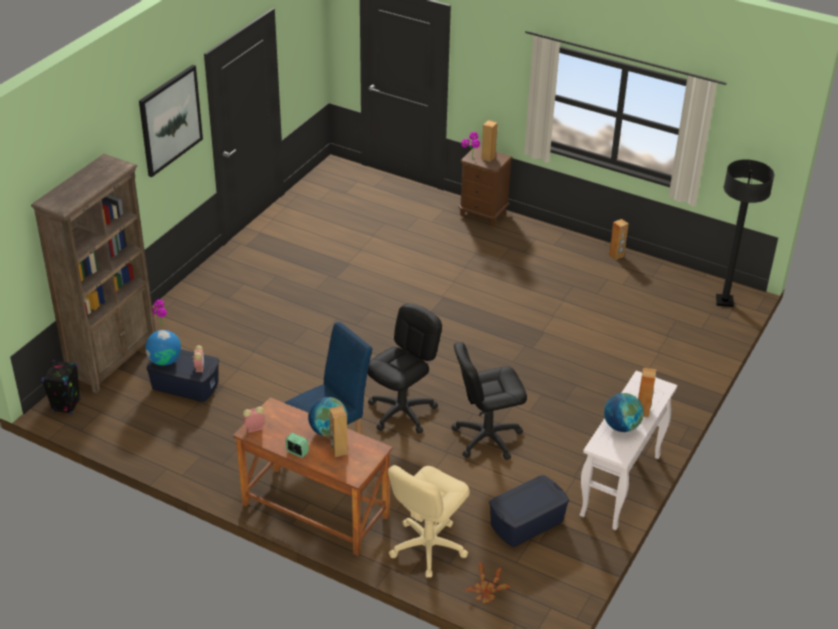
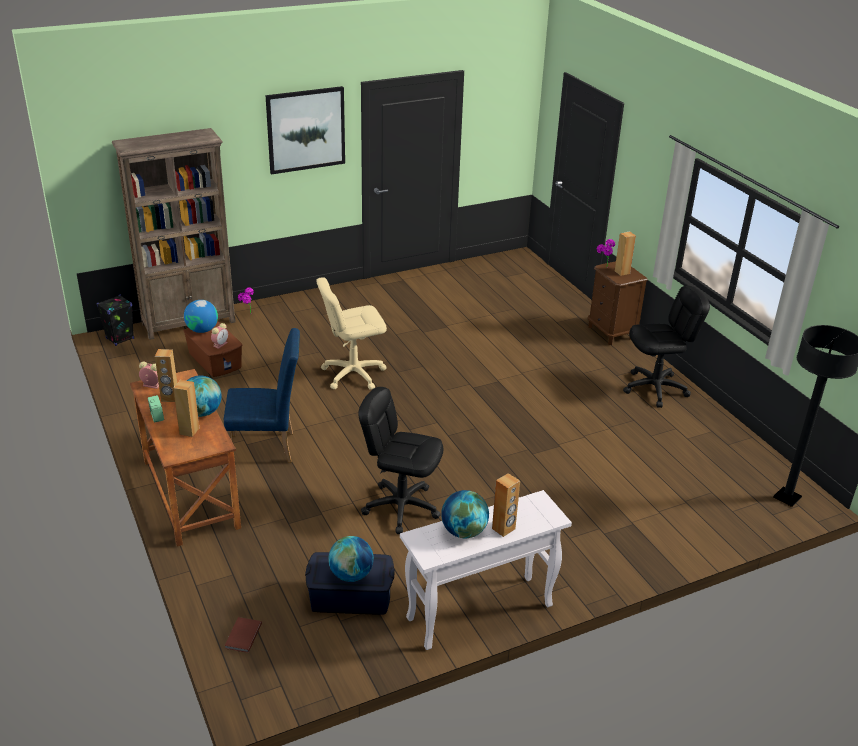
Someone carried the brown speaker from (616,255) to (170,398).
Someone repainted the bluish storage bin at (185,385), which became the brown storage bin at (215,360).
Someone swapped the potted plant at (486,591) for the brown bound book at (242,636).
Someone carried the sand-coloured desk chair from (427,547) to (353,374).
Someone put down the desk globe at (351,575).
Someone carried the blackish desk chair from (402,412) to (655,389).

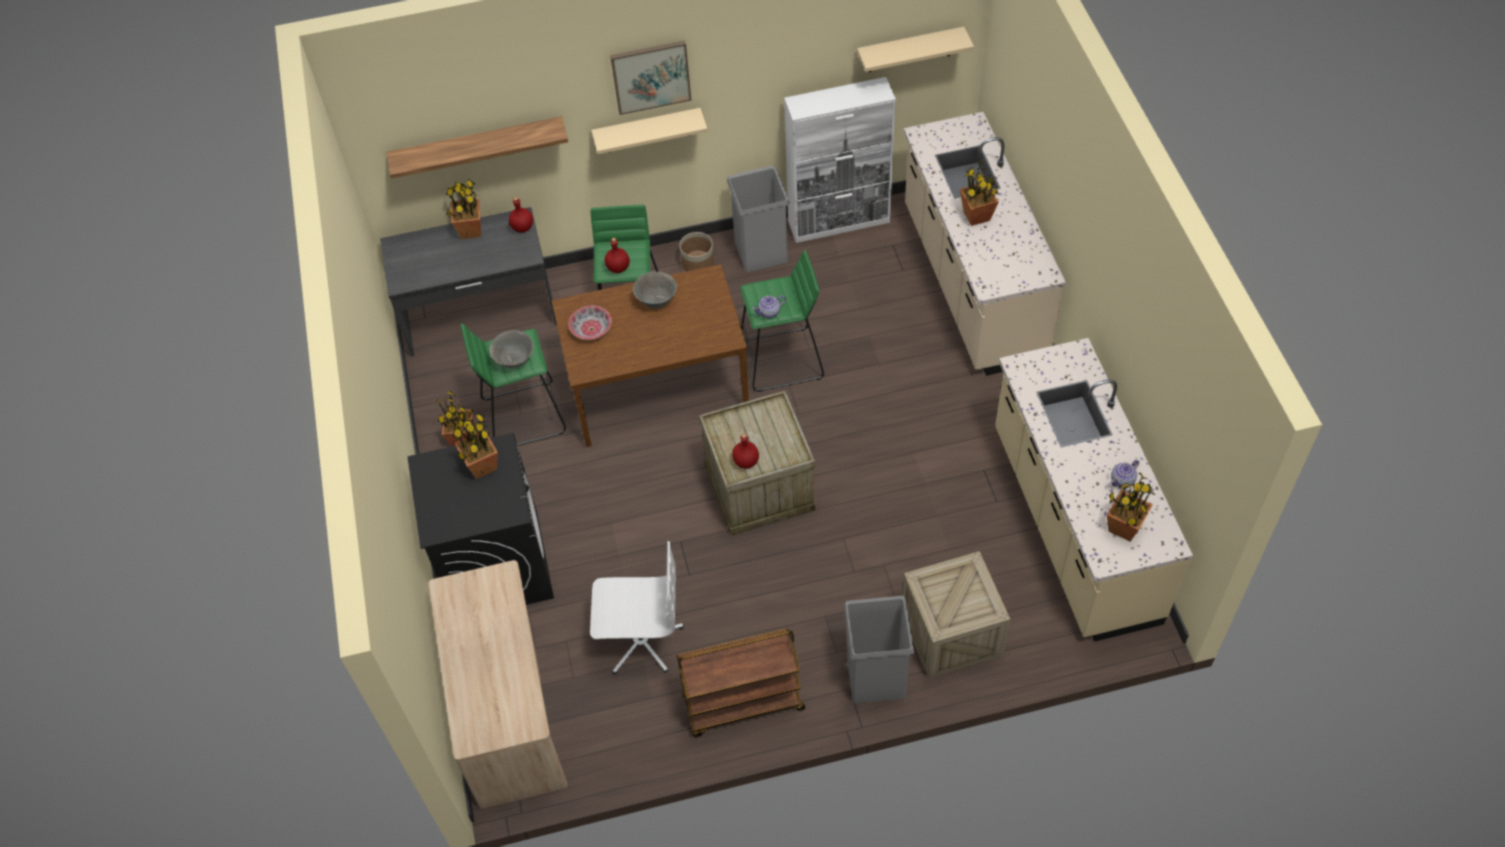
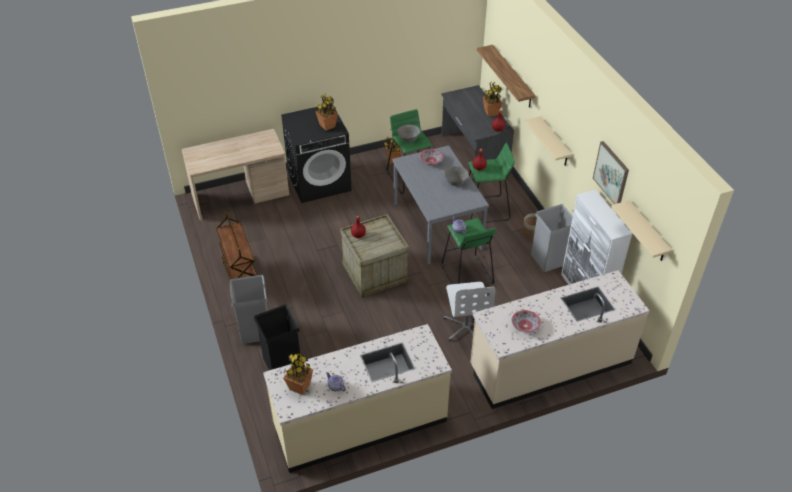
Someone swapped the packing crate at (951,633) for the blackish rubbish bin at (282,363).
Someone repainted the brown dining table at (658,386), which became the gray dining table at (438,225).
Someone carried the white desk chair from (641,640) to (466,327).
Someone put down the bowl at (525,325).
Someone carried the picture from (651,76) to (611,173).
Someone took away the potted plant at (977,216).

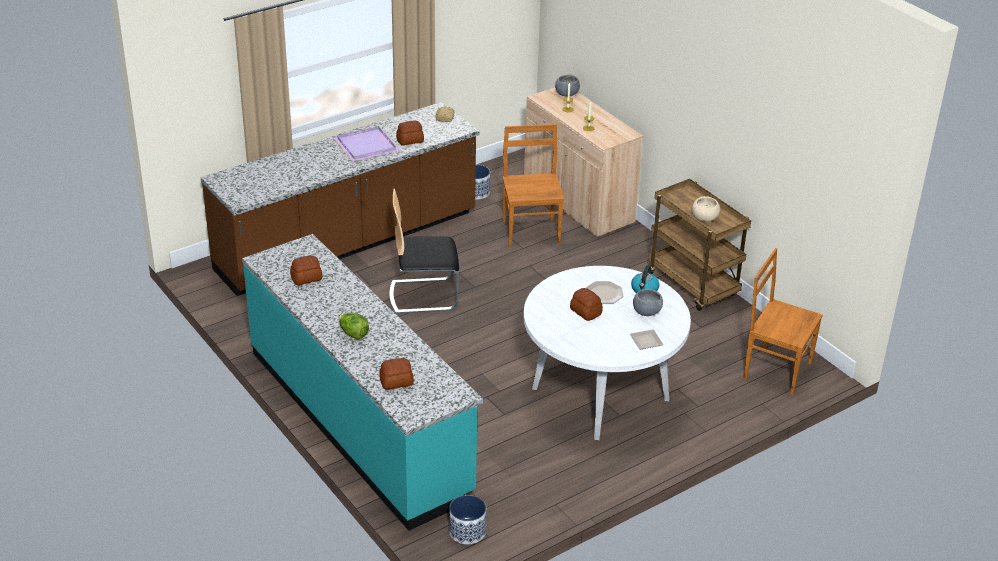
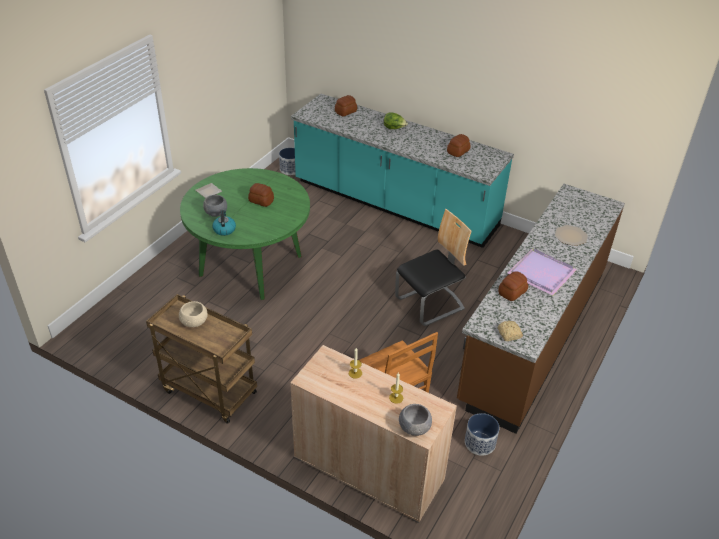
Someone repainted the white dining table at (600,394), which became the greenish dining table at (250,265).
Someone carried the dinner plate from (604,293) to (570,236).
Someone took away the brown plain chair at (775,370).

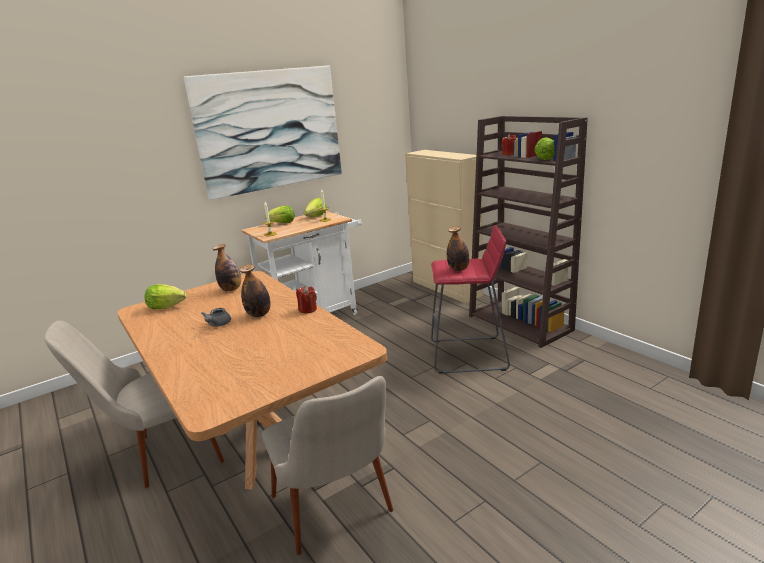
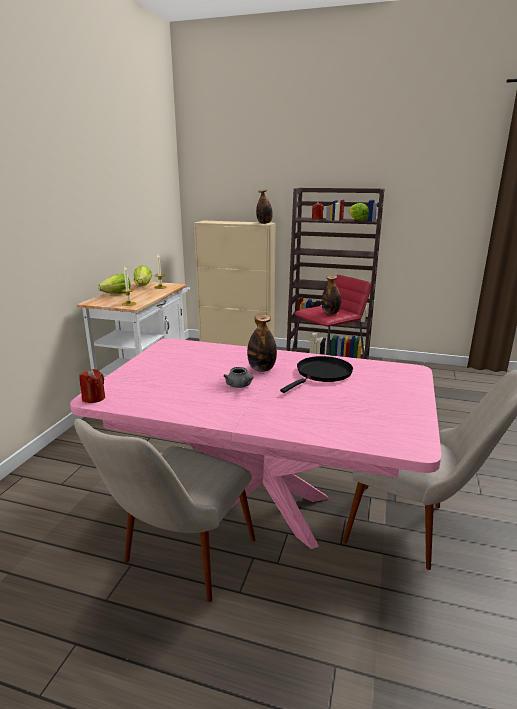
Someone repainted the brown dining table at (259,442), which became the pink-coloured dining table at (263,509).
Someone carried the reddish candle from (308,309) to (94,398).
Someone carried the bottle from (231,289) to (264,223).
Someone put down the blackish frying pan at (322,374).
Someone took away the lettuce at (166,307).
Someone took away the picture at (270,130).

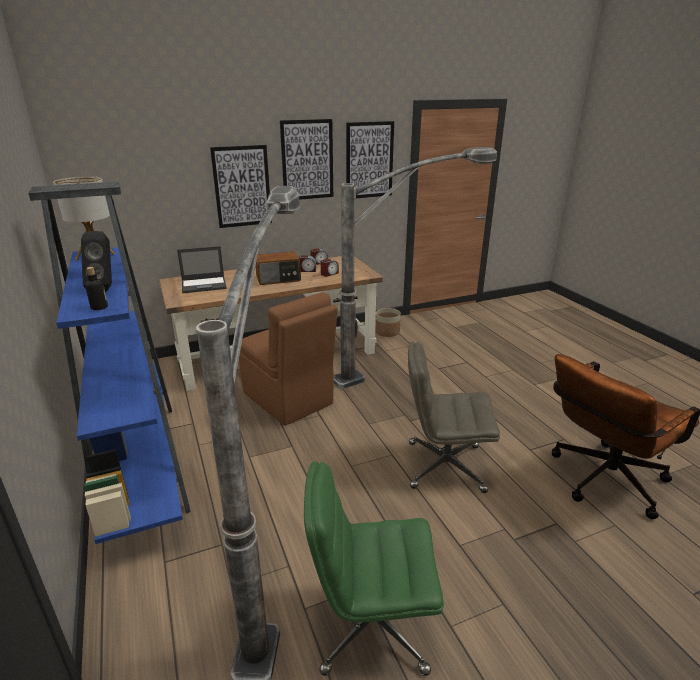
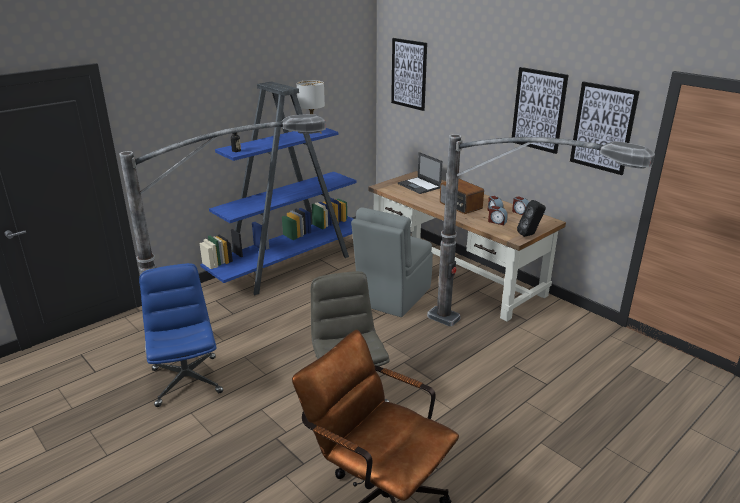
Someone repainted the greenish desk chair at (371,625), which became the bluish desk chair at (186,380).
Someone repainted the brown plain chair at (288,399), which became the gray plain chair at (392,297).
Someone carried the picture from (242,186) to (409,74).
Someone carried the blackish speaker from (106,288) to (530,235).
Someone took away the plant pot at (387,332).

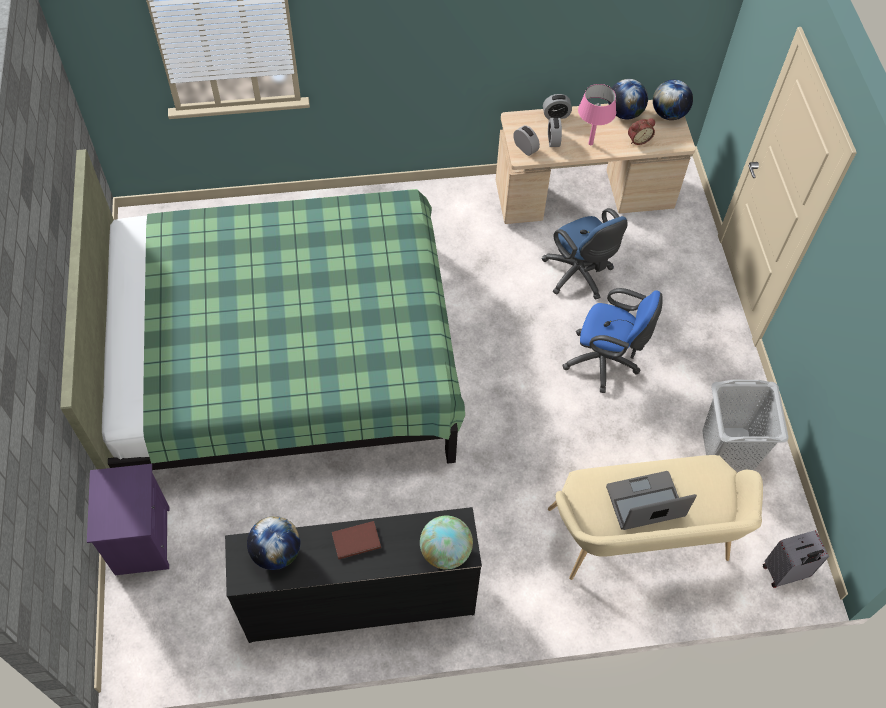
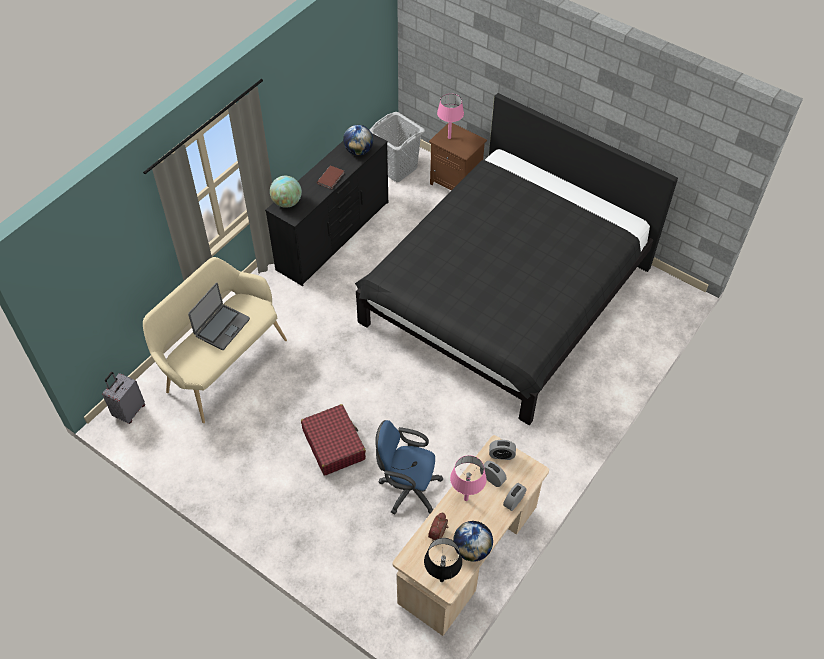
Someone swapped the bluish desk chair at (605,362) for the reddish piece of luggage at (334,444).
Someone repainted the greenish bed at (282,359), which became the blackish bed at (505,295).
Someone carried the gray laundry basket from (729,448) to (396,168).
Someone swapped the desk globe at (668,114) for the blackish tabletop lamp at (441,580).
Someone repainted the purplish night table at (141,539), which became the brown night table at (456,183).
Someone put down the pink-coloured tabletop lamp at (449,138).

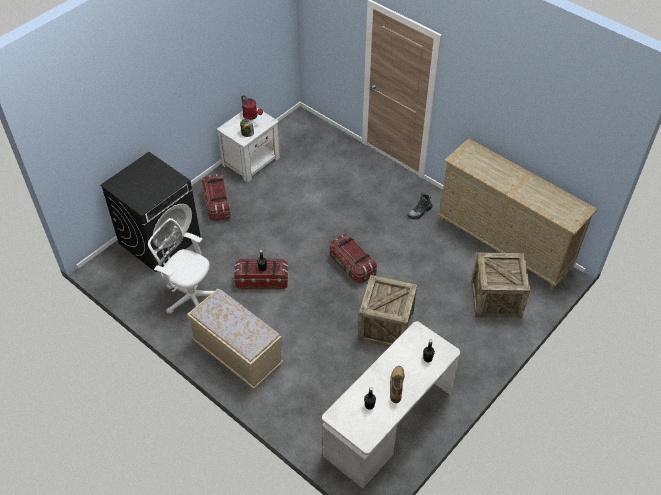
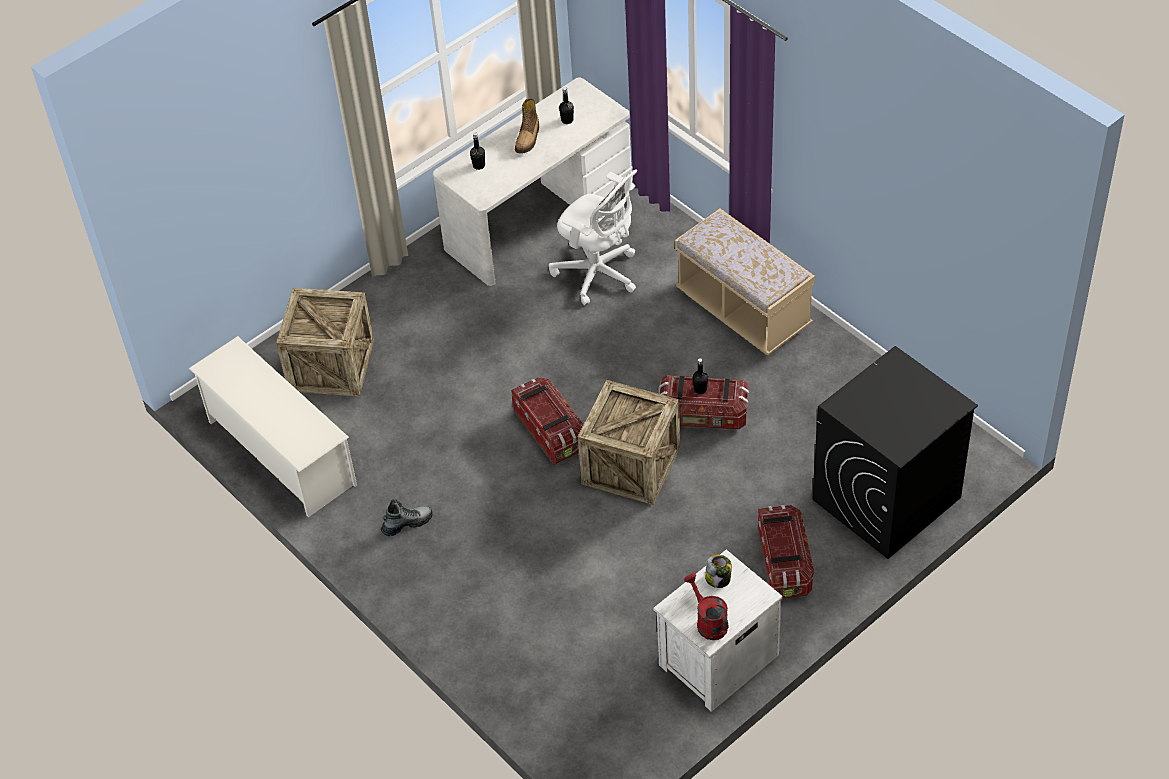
Someone swapped the sand-coloured chest of drawers at (504,245) for the white shoe shelf at (280,452).
Someone carried the white desk chair from (190,297) to (599,274).
Someone carried the packing crate from (386,326) to (631,466).

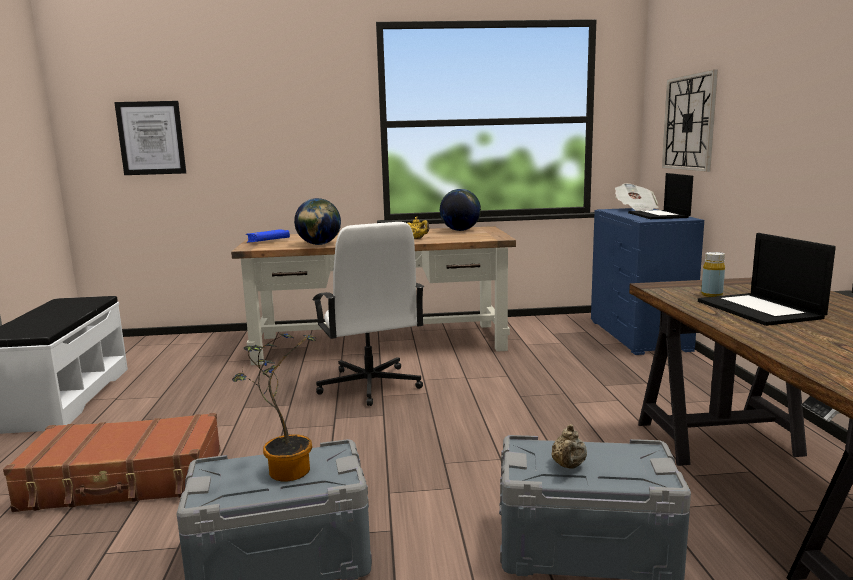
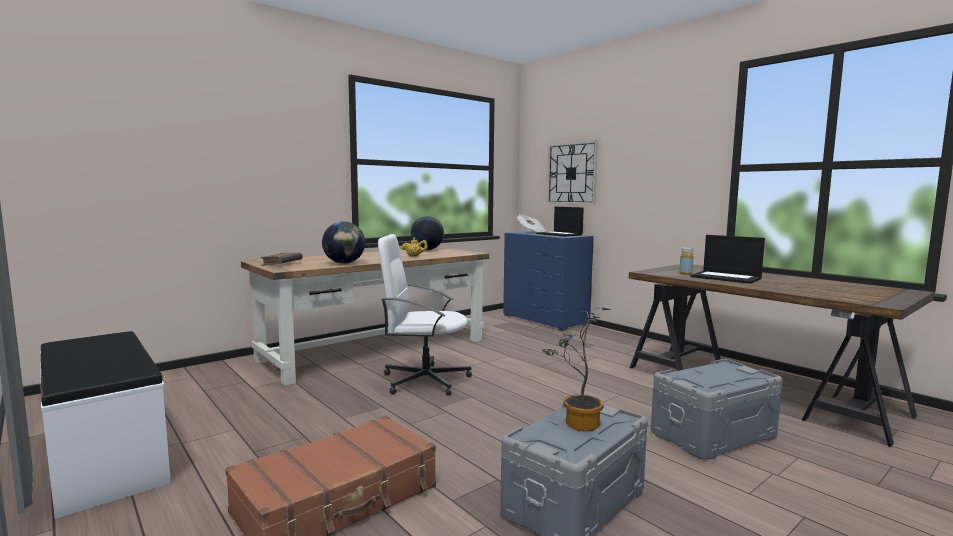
Someone repainted the bluish bound book at (268,241), which became the brown bound book at (282,264).
Someone rotated the white desk chair at (369,386) by 150 degrees clockwise.
Someone took away the picture at (151,138).
Someone took away the sand-coloured pot for tea at (568,466).

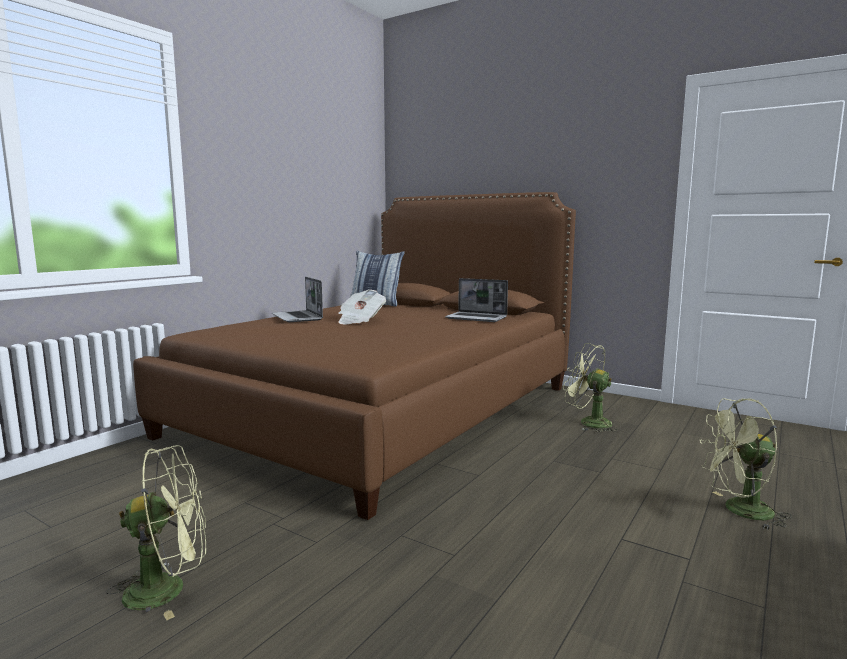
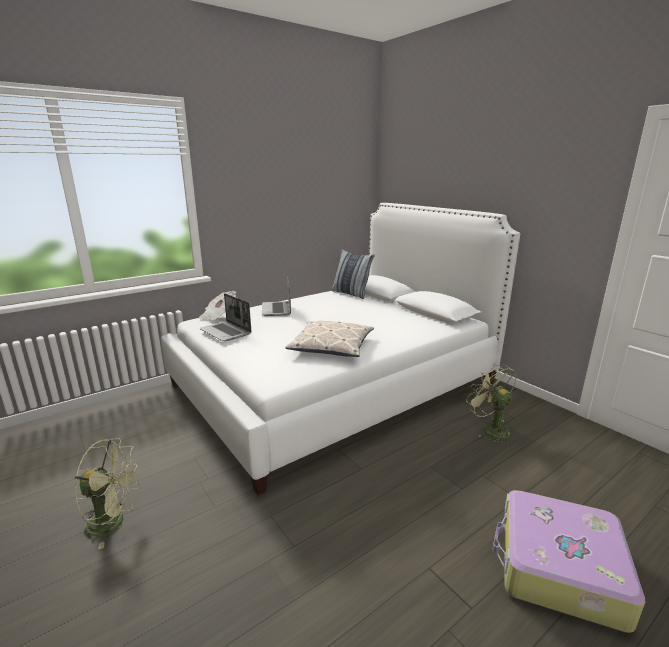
Someone repainted the brown bed at (382,409), which became the white bed at (334,384).
Someone carried the printed paper from (360,321) to (219,315).
Someone carried the notebook computer from (477,318) to (226,332).
Someone put down the cushion at (331,346).
Someone swapped the greenish fan at (739,511) for the piece of luggage at (558,568).

